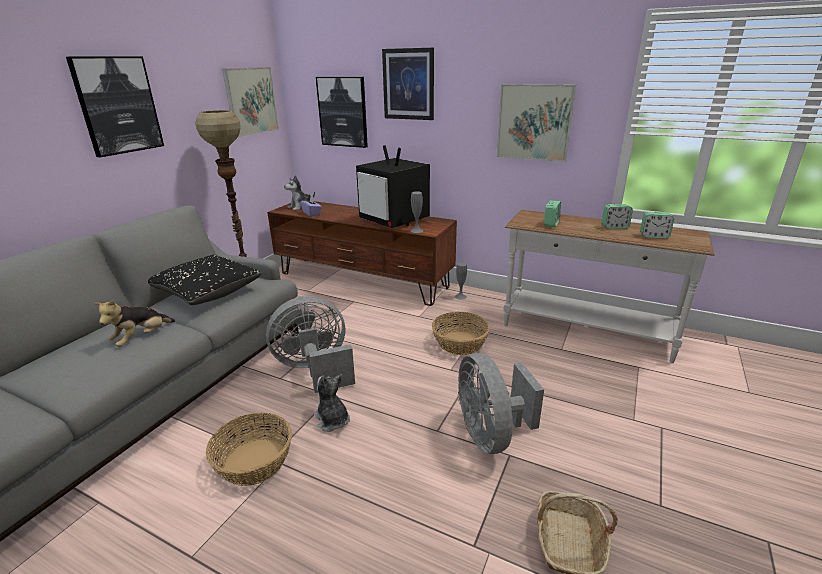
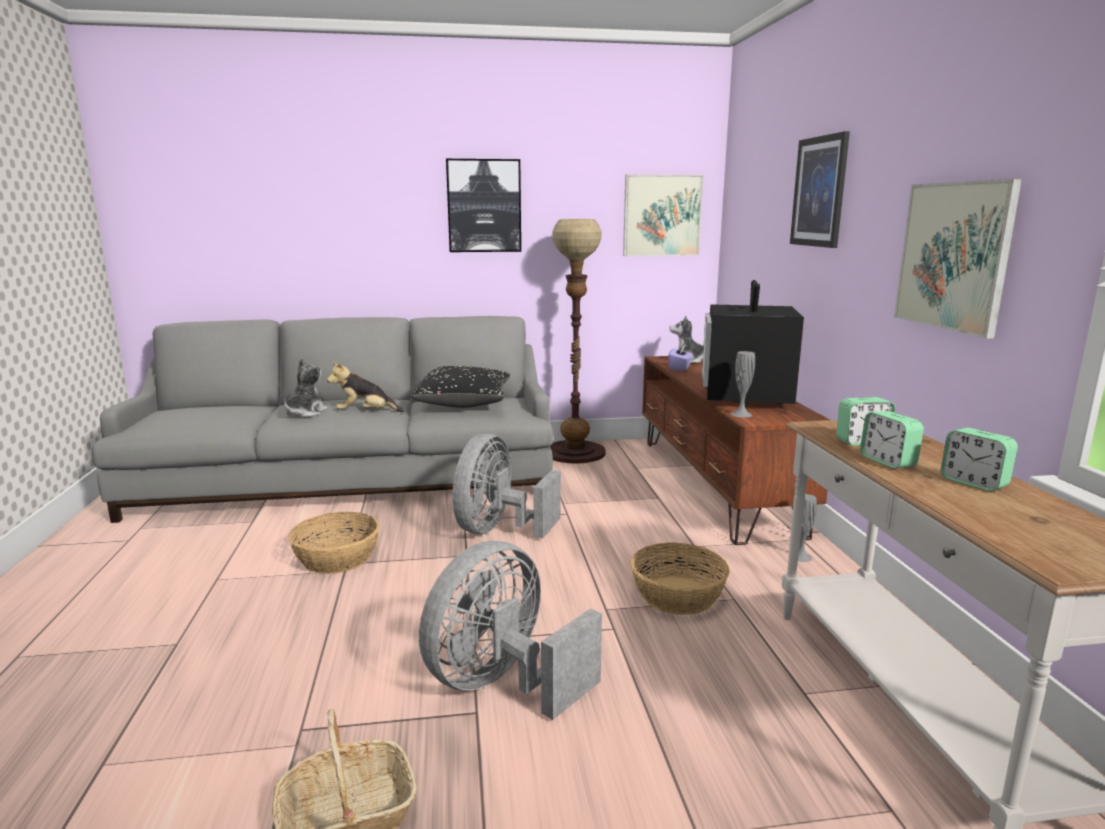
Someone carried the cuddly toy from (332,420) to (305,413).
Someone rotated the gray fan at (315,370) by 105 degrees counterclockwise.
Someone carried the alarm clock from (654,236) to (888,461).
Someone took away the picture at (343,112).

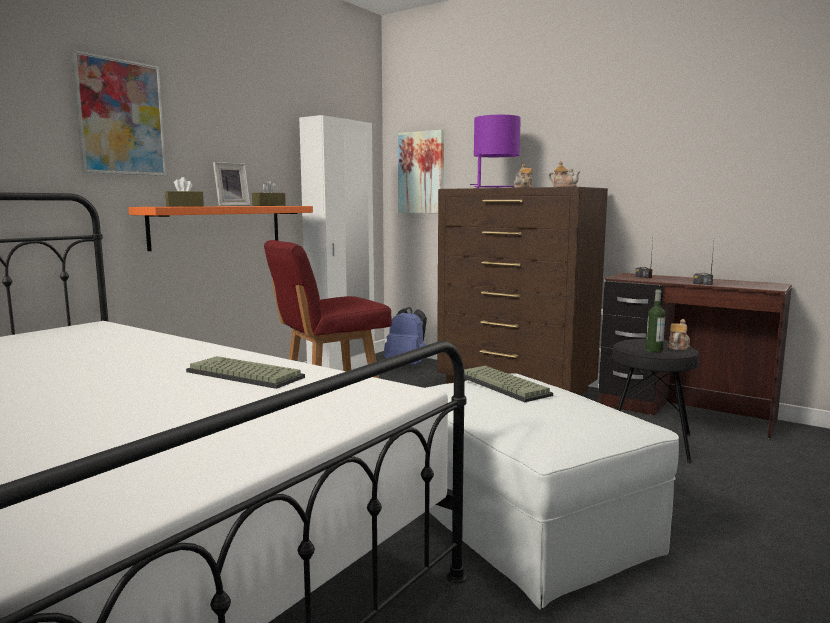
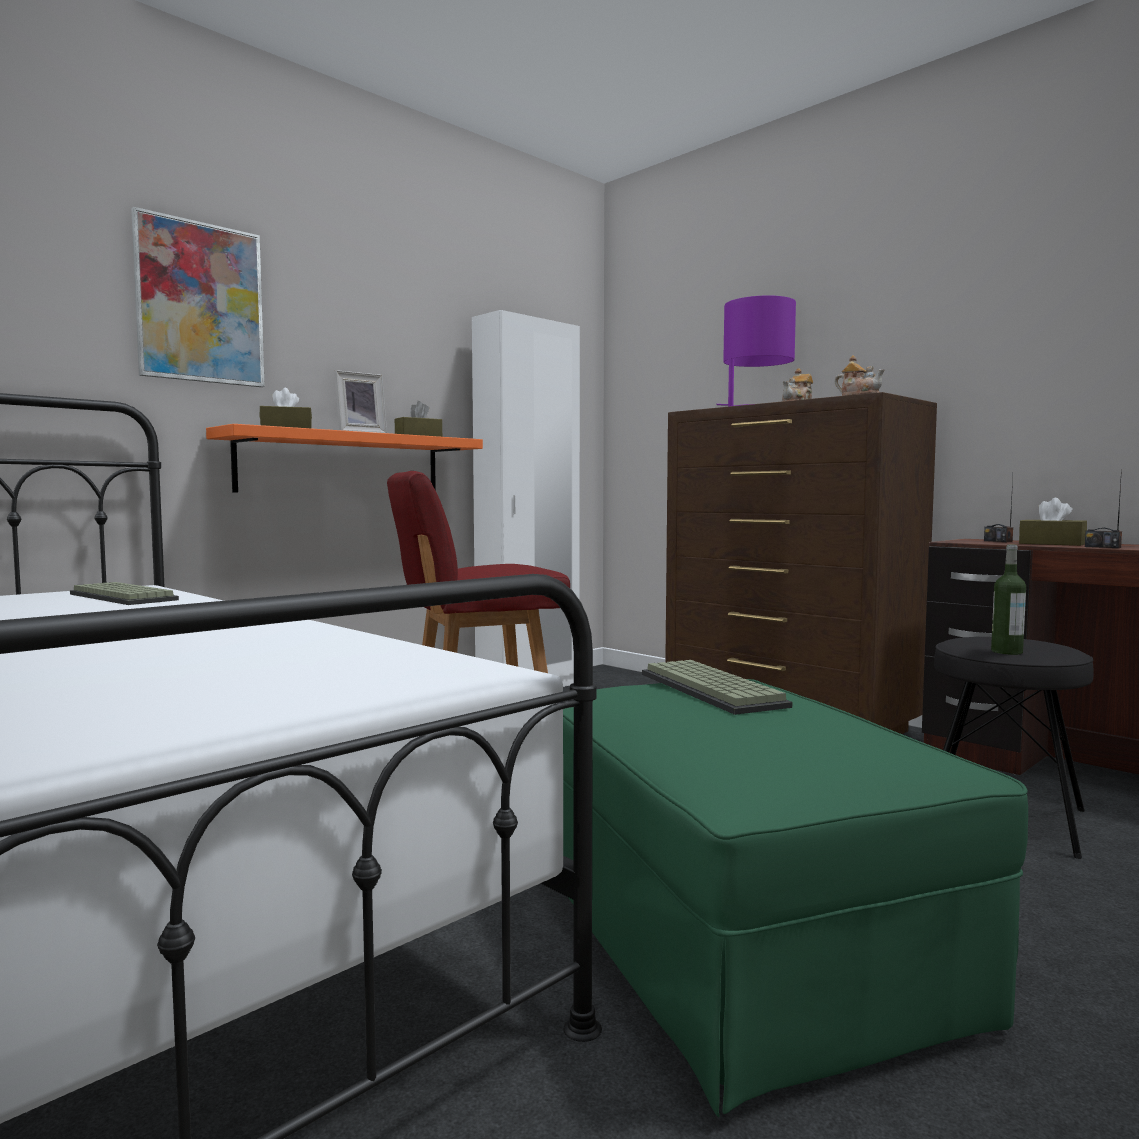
Someone carried the PC keyboard from (242,375) to (119,597).
Someone repainted the white ottoman at (522,522), which became the greenish ottoman at (737,938).
Someone put down the brown box of tissues at (1052,544).
Someone took away the bluish backpack at (407,365).
Someone took away the picture at (422,172).
Someone took away the pot for tea at (678,347).

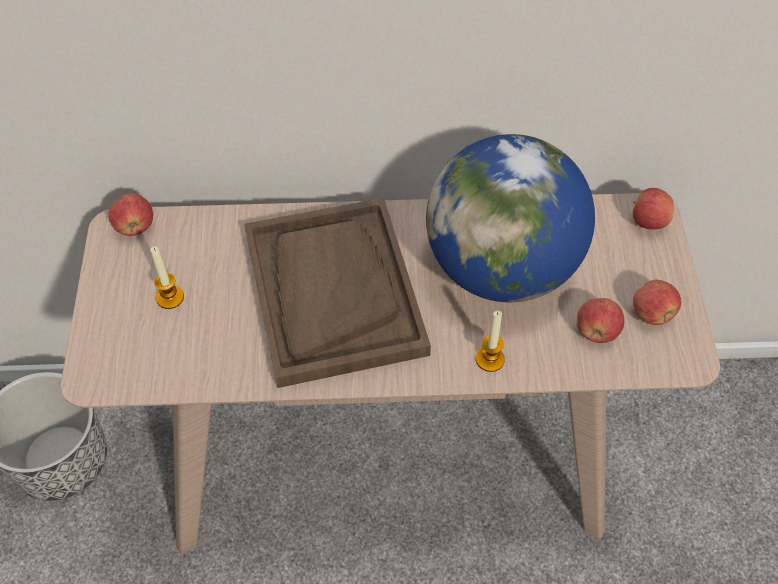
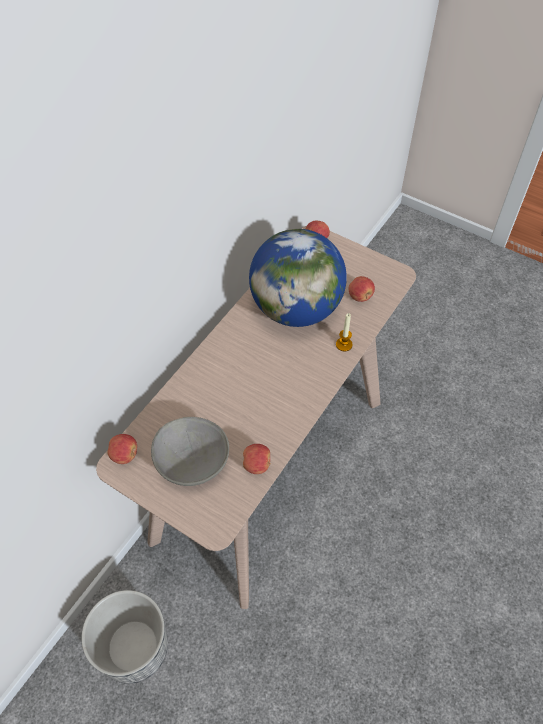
Someone swapped the candle at (170,297) for the gray bowl at (192,462).
Someone carried the apple fruit from (652,314) to (257,465).
Someone took away the brown carrying tray at (333,292).

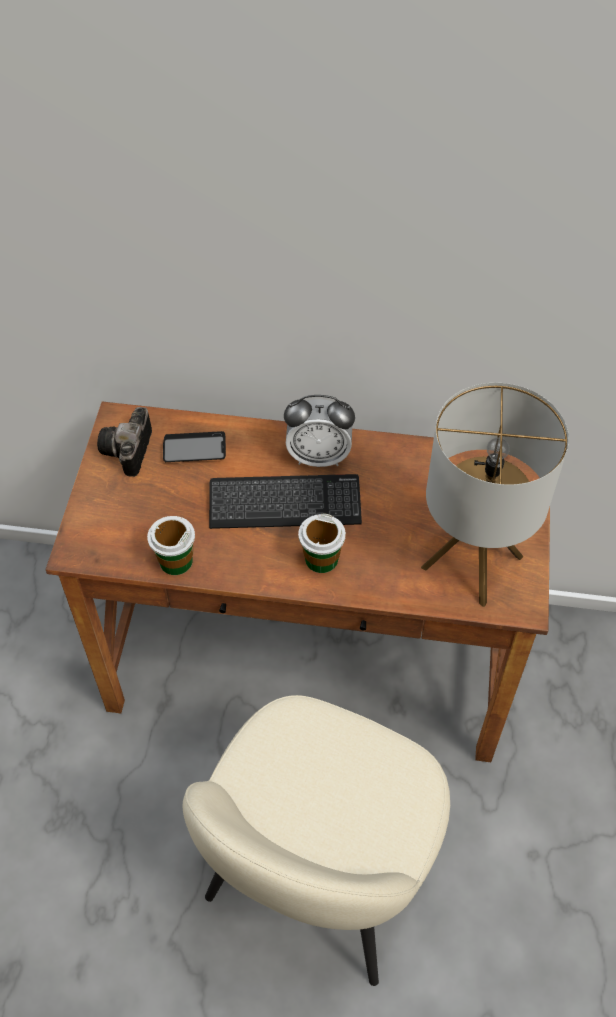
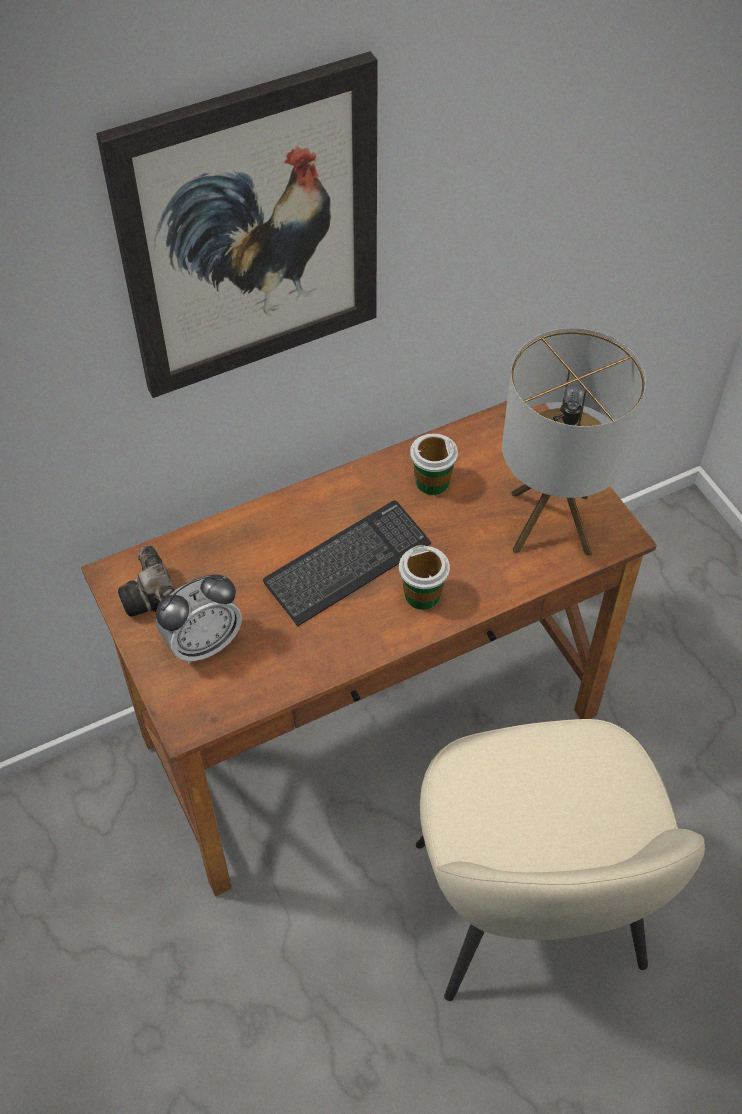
Someone put up the picture at (250,232).
Someone carried the alarm clock from (318,456) to (203,643).
Someone carried the cup from (175,561) to (432,481).
Someone took away the phone at (194,448).

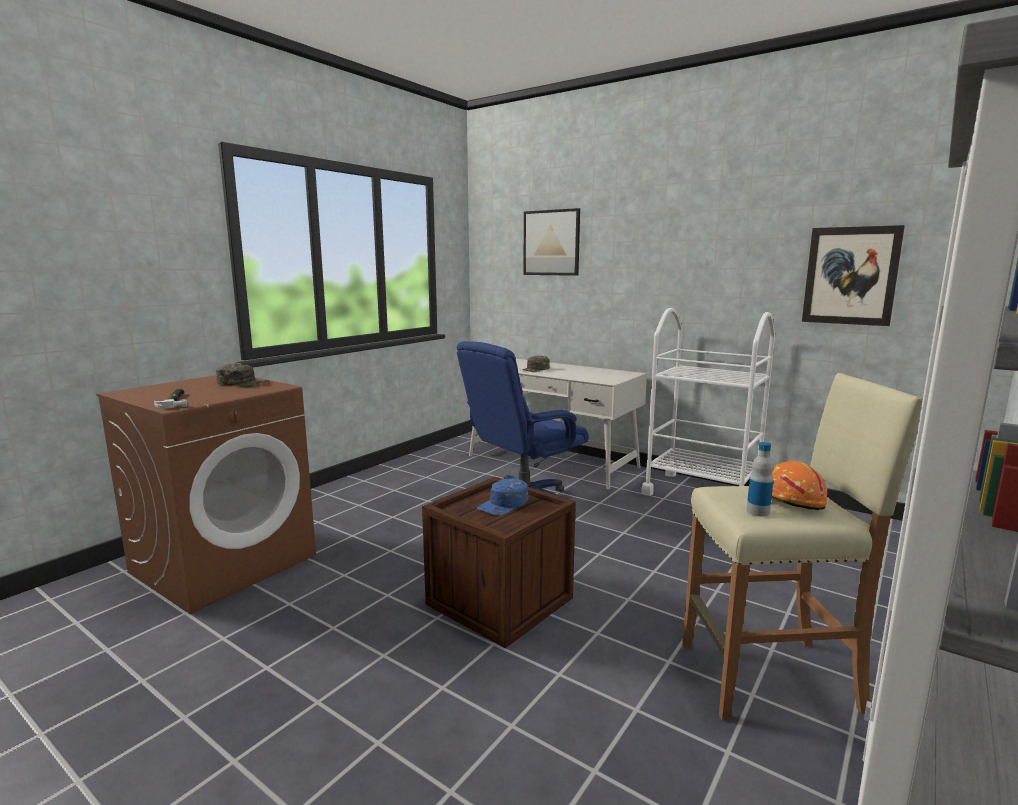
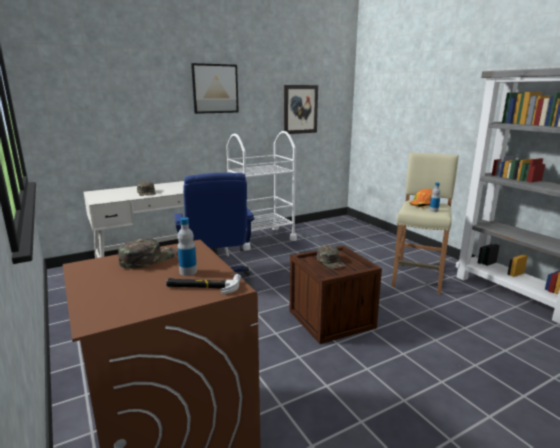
Someone put down the bottle at (188,272).
Someone carried the picture from (551,243) to (215,88).
Someone repainted the bluish peaked cap at (504,504), which became the greenish peaked cap at (331,261).

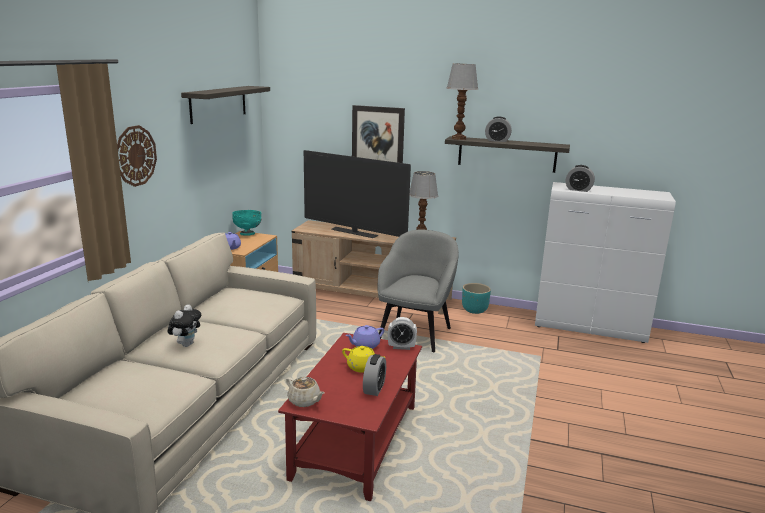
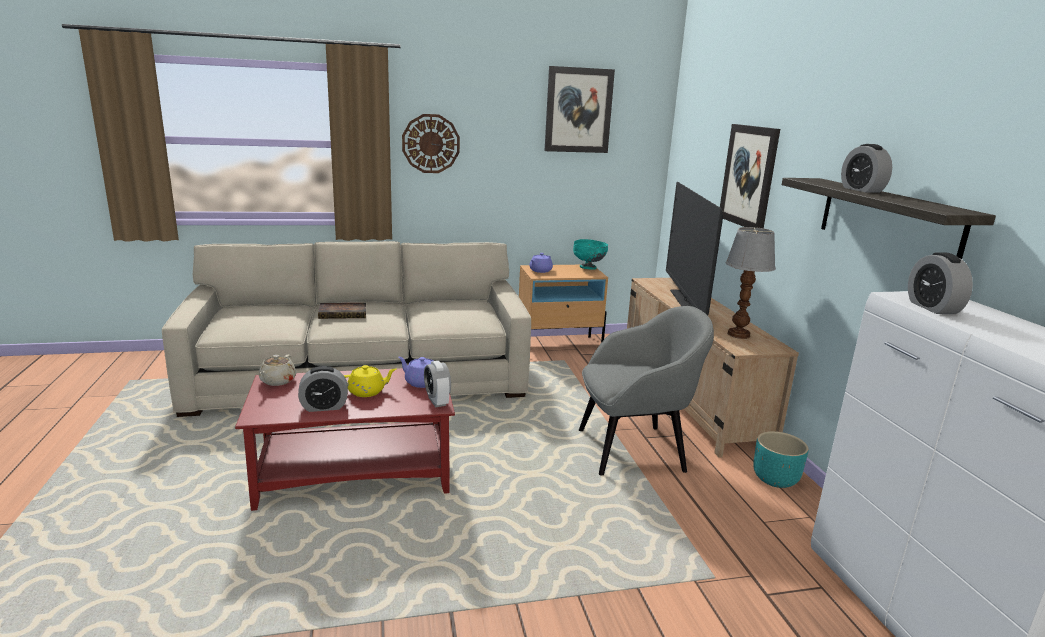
Someone swapped the cuddly toy at (186,344) for the bound book at (344,314).
Someone rotated the yellow pot for tea at (362,367) by 105 degrees counterclockwise.
Someone swapped the wall shelf at (218,103) for the picture at (578,110).
Someone took away the tabletop lamp at (458,138).

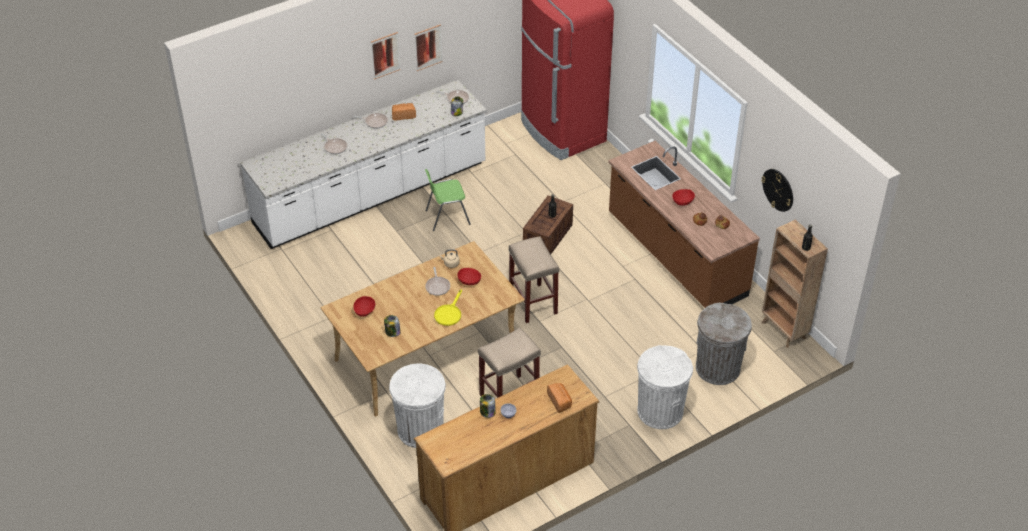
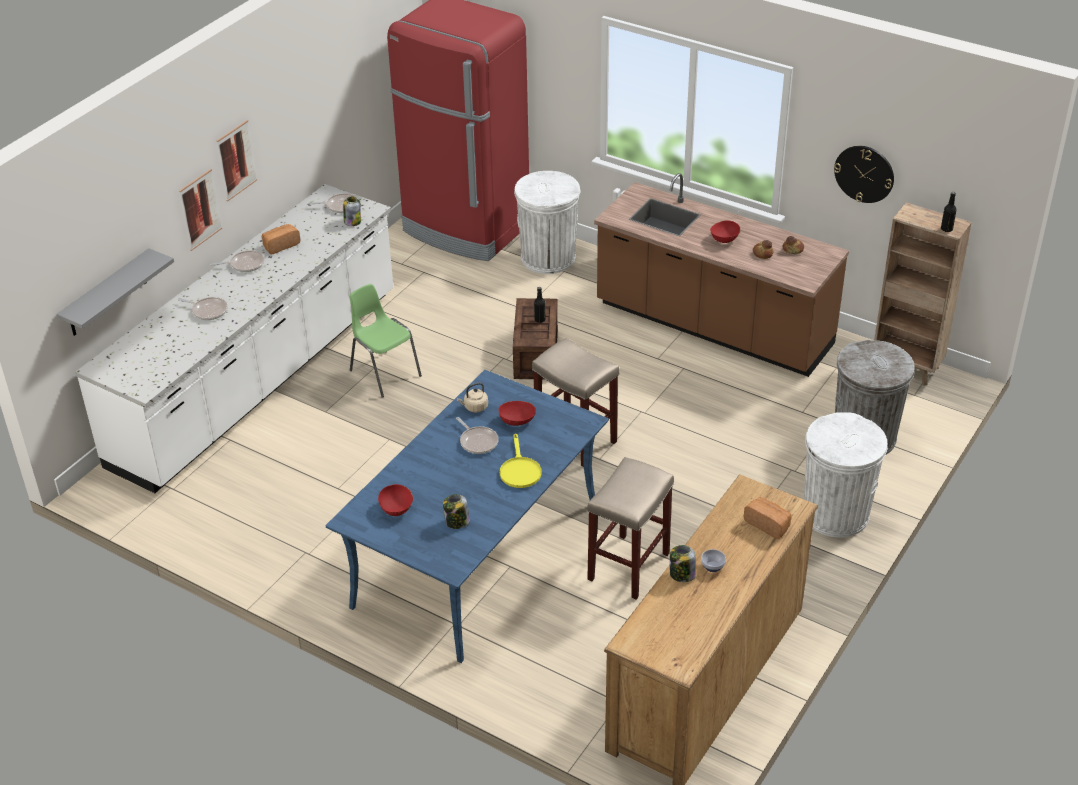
Someone put up the gray wall shelf at (107,294).
Someone carried the picture from (428,47) to (200,209).
Someone repainted the sand-coloured dining table at (426,354), which became the bluish dining table at (476,554).
Someone rotated the greenish plain chair at (447,217) by 90 degrees clockwise.
Someone carried the white rubbish bin from (420,429) to (548,258).

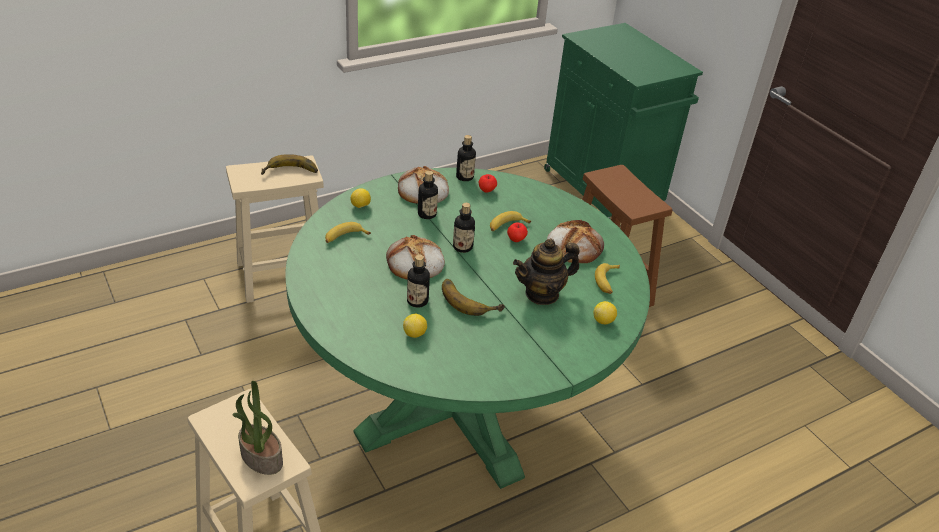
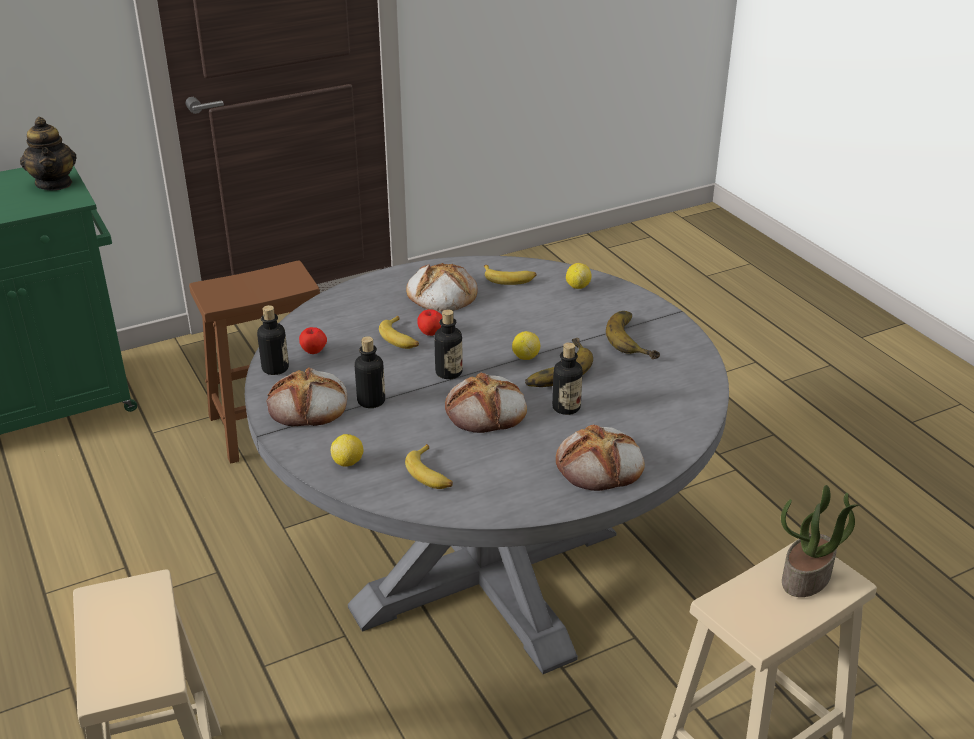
Someone carried the pot for tea from (542,293) to (54,184).
Someone repainted the greenish dining table at (456,405), which became the gray dining table at (486,570).
Someone carried the citrus fruit from (415,334) to (525,357).
Someone put down the bakery bread at (600,465).
Someone carried the banana from (290,173) to (636,339).

